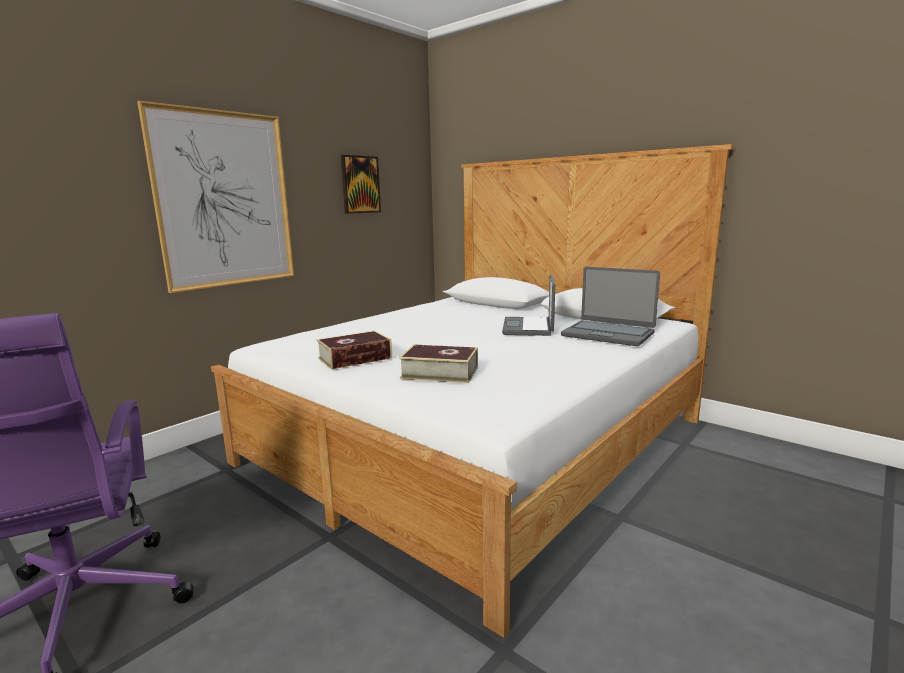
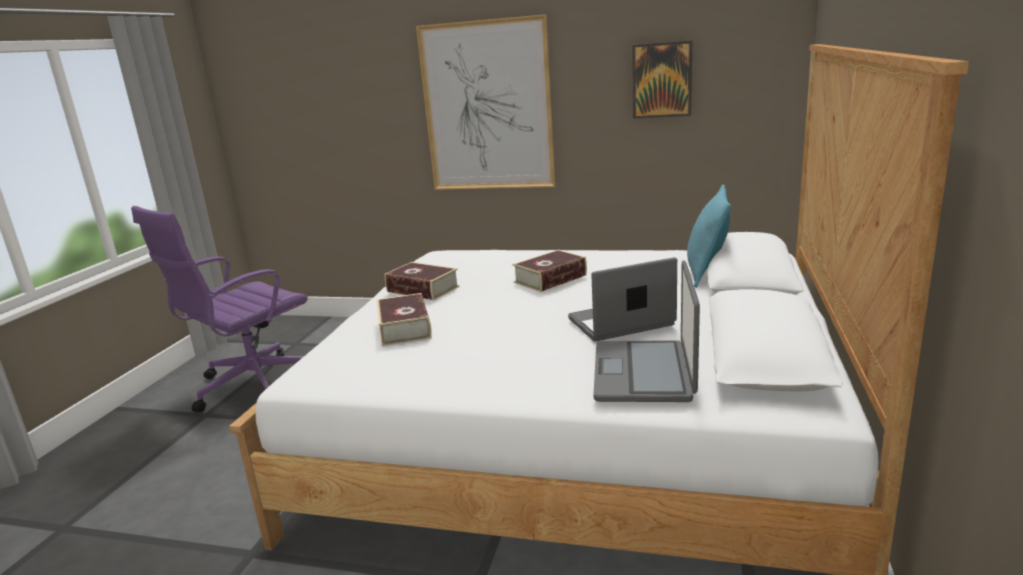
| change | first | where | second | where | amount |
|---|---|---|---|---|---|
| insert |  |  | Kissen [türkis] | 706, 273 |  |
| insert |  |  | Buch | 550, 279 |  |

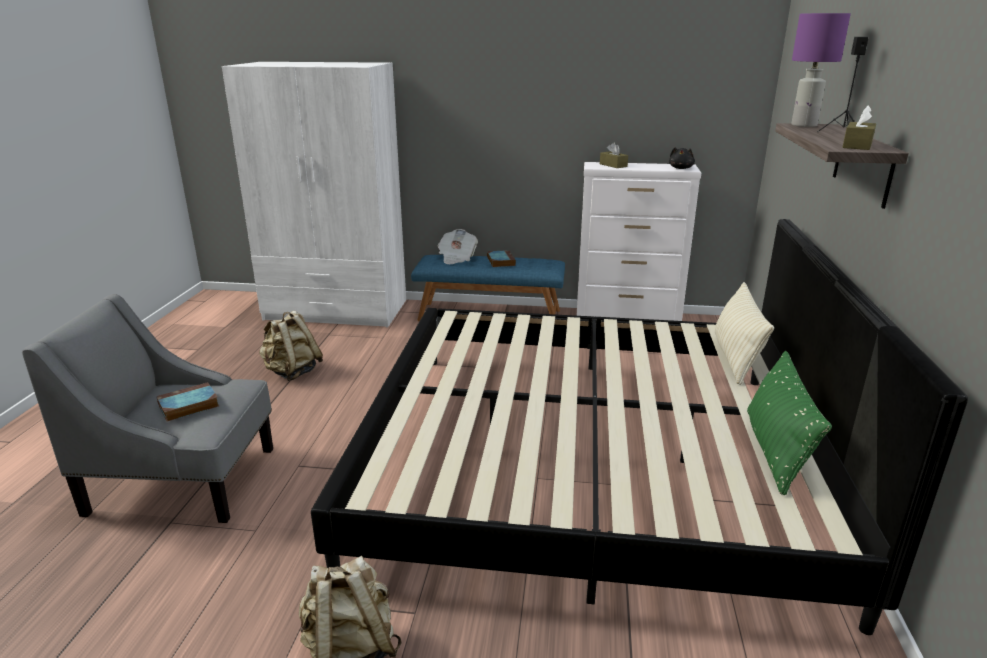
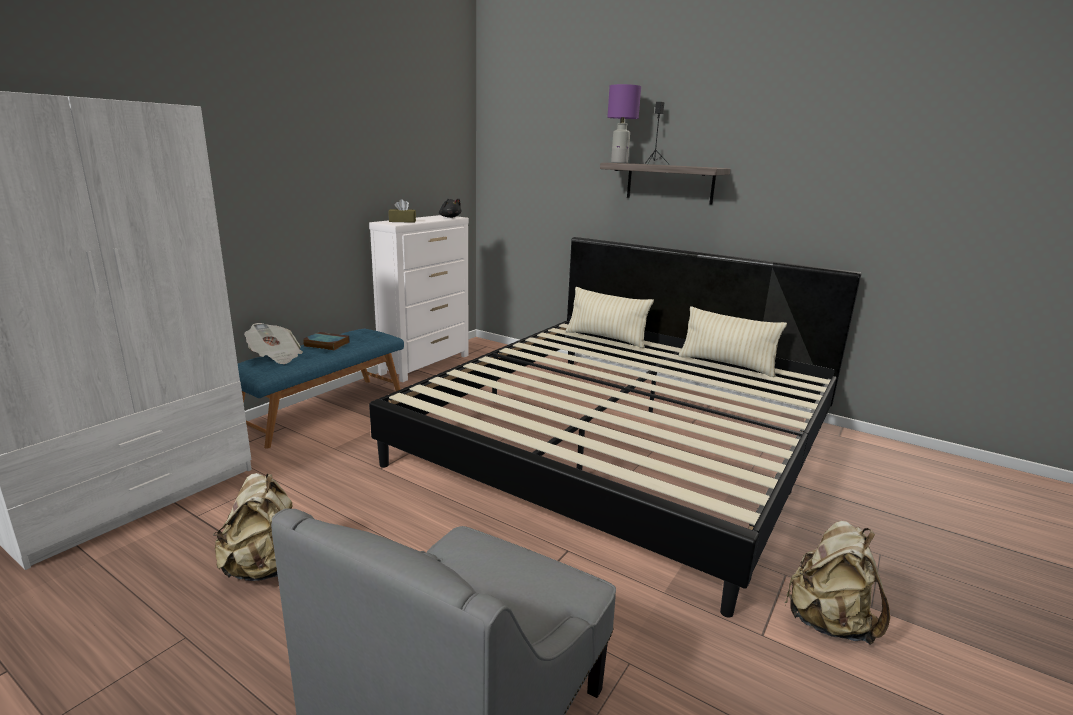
| change | first | where | second | where | amount |
|---|---|---|---|---|---|
| delete | Taschentuchbox [braun] | 857, 145 |  |  |  |
| recolor | Kissen [grün] | 775, 450 | Kissen [beige] | 726, 364 |  |
| delete | Buch | 187, 406 |  |  |  |

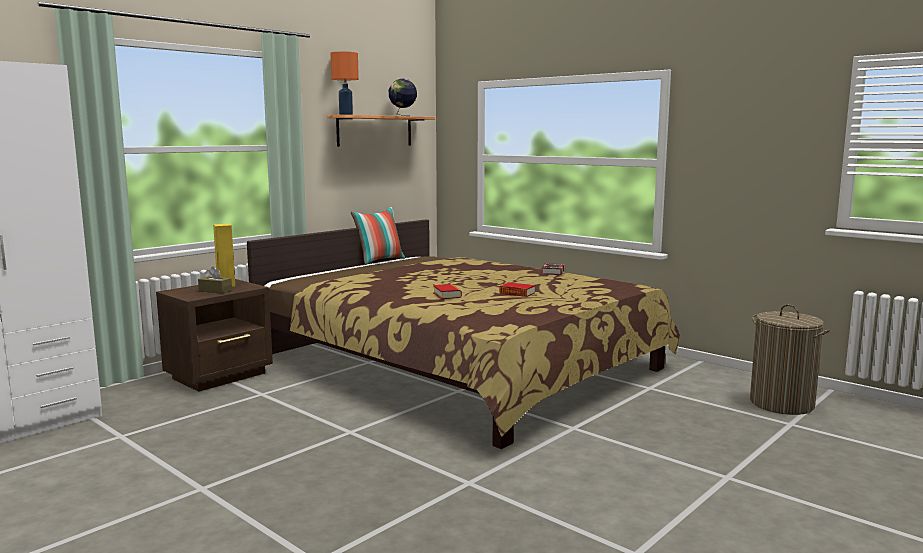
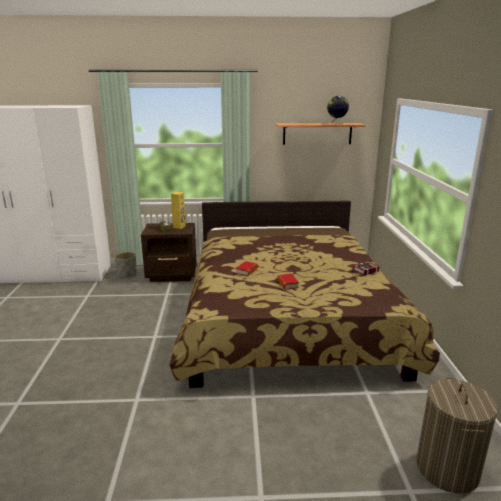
| change | first | where | second | where | amount |
|---|---|---|---|---|---|
| delete | Tischlampe [orange] | 345, 114 |  |  |  |
| delete | Kissen | 379, 261 |  |  |  |
| insert |  |  | Pflanzkübel [grau] | 127, 275 |  |

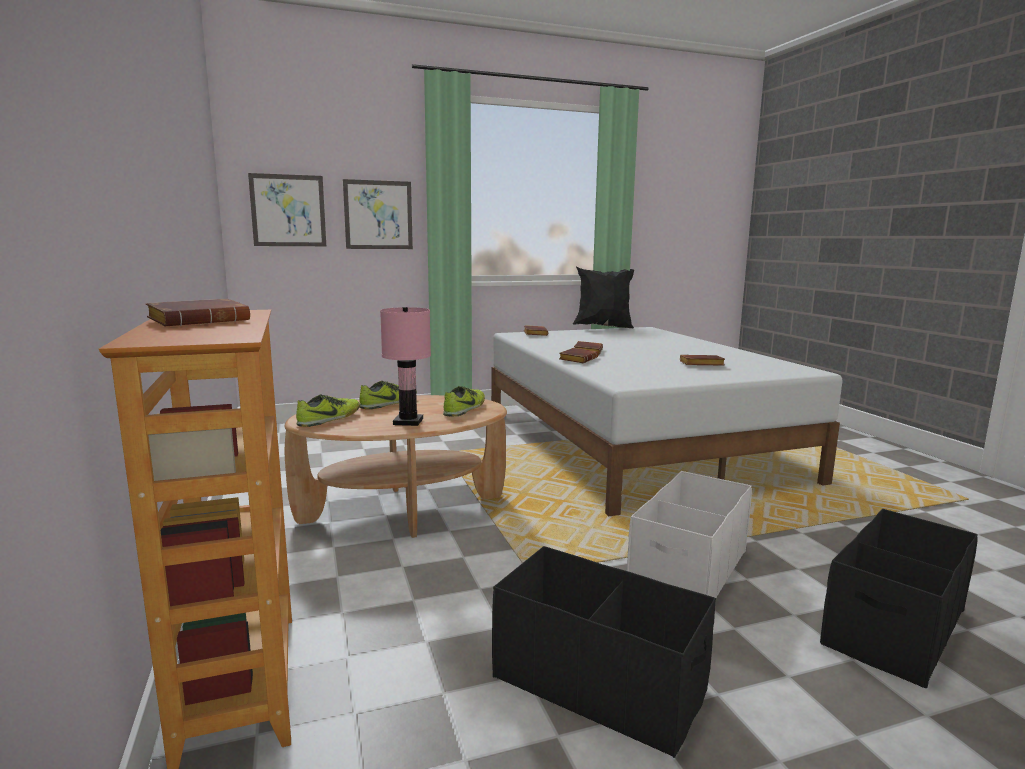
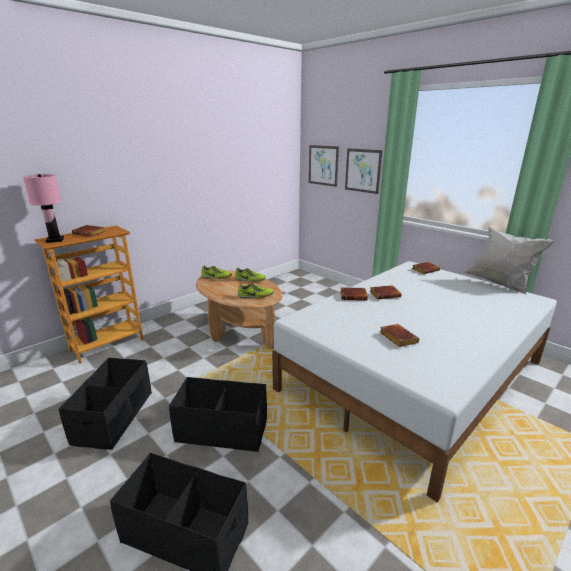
| change | first | where | second | where | amount |
|---|---|---|---|---|---|
| recolor | Kissen [schwarz] | 603, 328 | Kissen [weiß] | 499, 284 |  |
| move | Tischlampe [rosa] | 408, 421 |  | 55, 240 |  |
| recolor | Aufbewahrungsbox [weiß] | 688, 570 | Aufbewahrungsbox [schwarz] | 222, 430 |  |

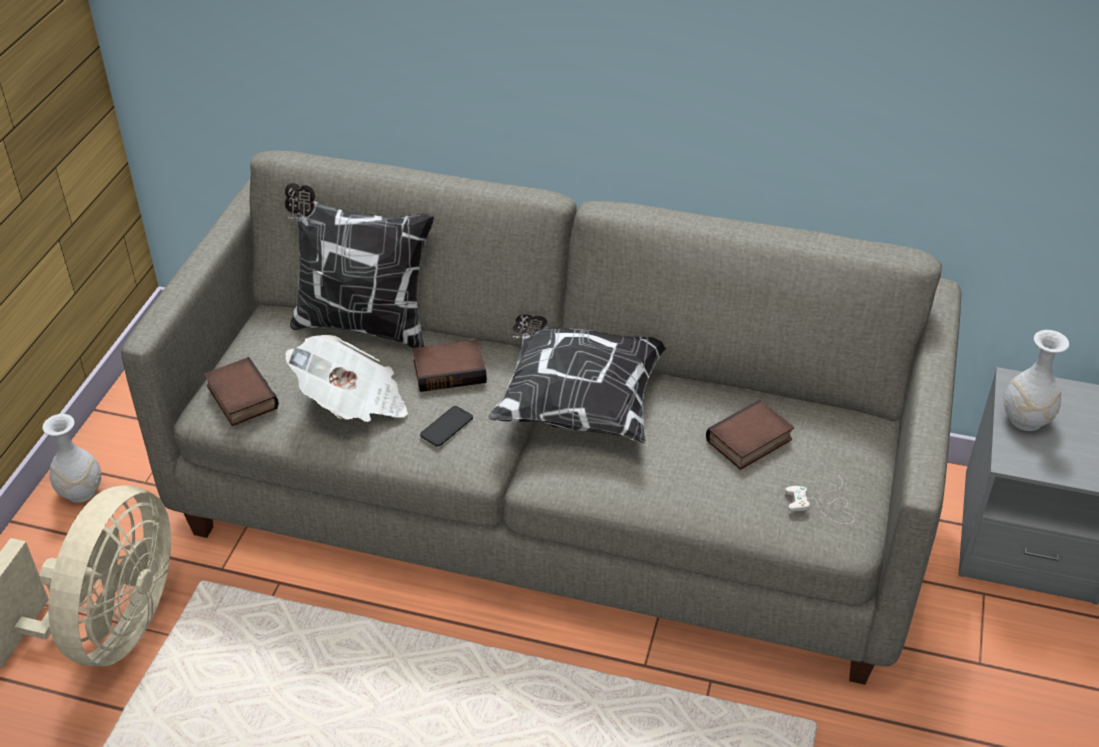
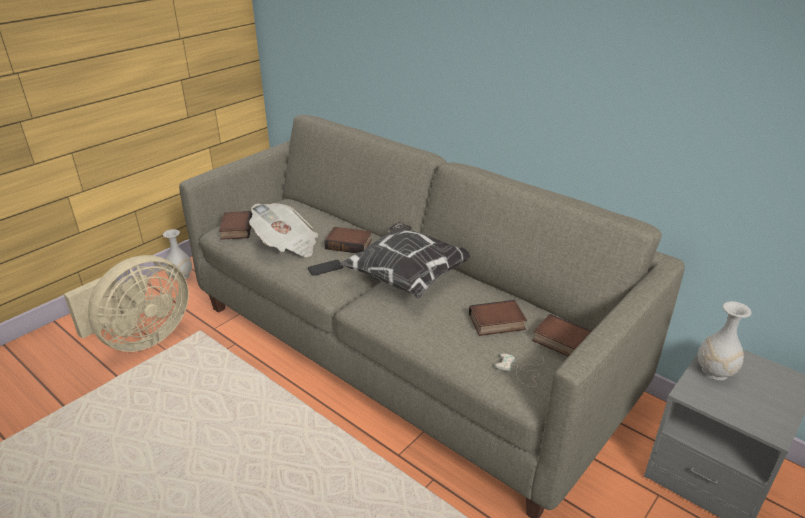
| change | first | where | second | where | amount |
|---|---|---|---|---|---|
| delete | Kissen | 362, 325 |  |  |  |
| insert |  |  | Buch | 561, 342 |  |

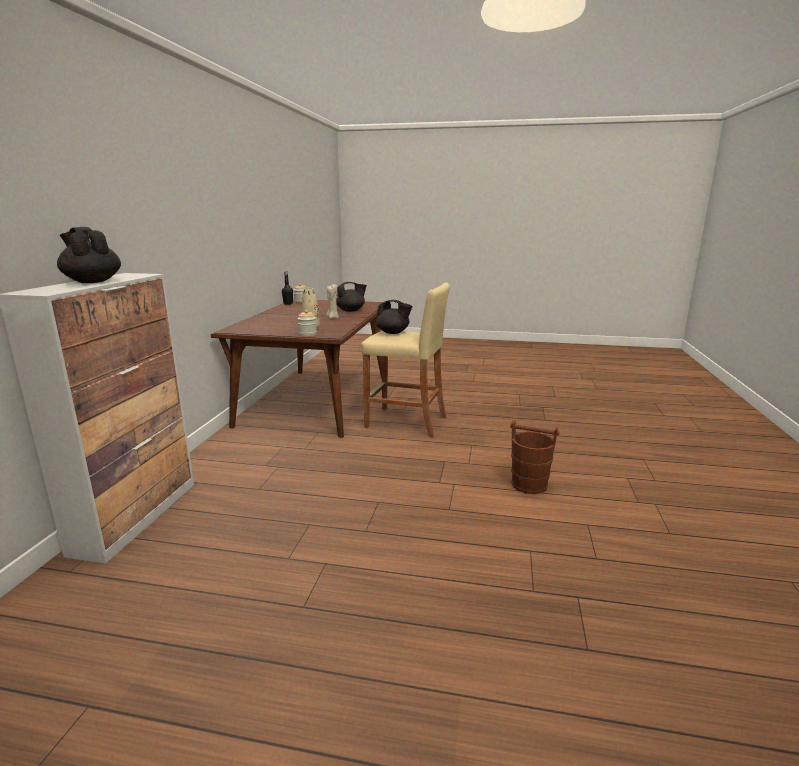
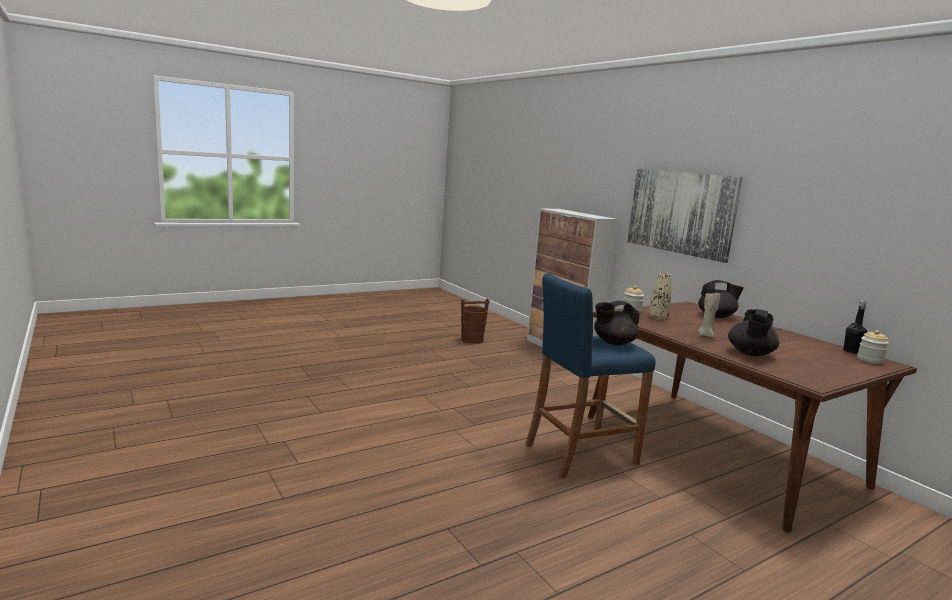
| change | first | where | second | where | amount |
|---|---|---|---|---|---|
| move | Teekanne [schwarz] | 92, 282 |  | 716, 316 |  |
| recolor | Hocker [beige] | 406, 422 | Hocker [blau] | 581, 454 |  |
| move | Eimer [braun] | 529, 485 |  | 472, 340 |  |
| insert |  |  | Bild | 681, 212 |  |

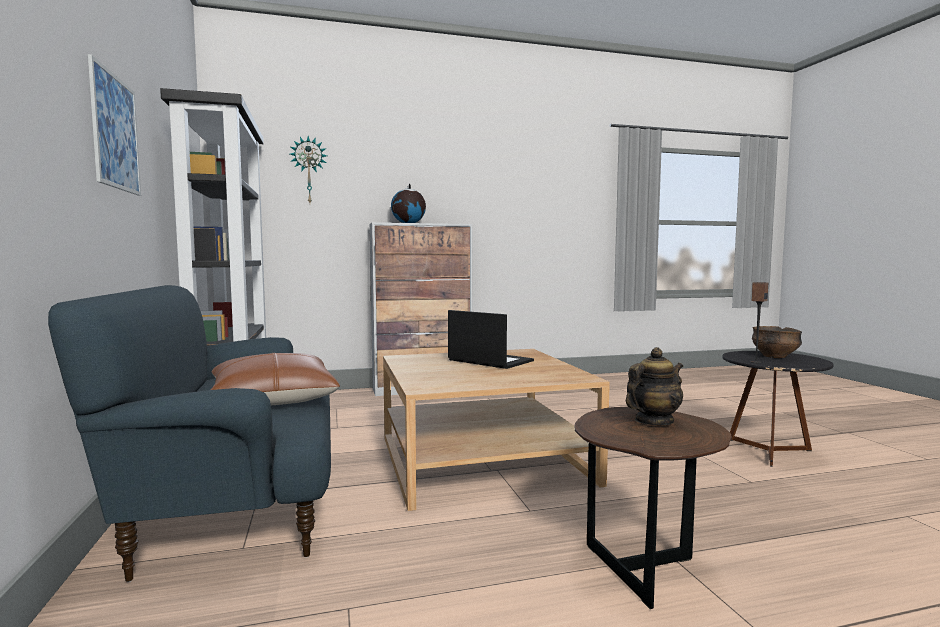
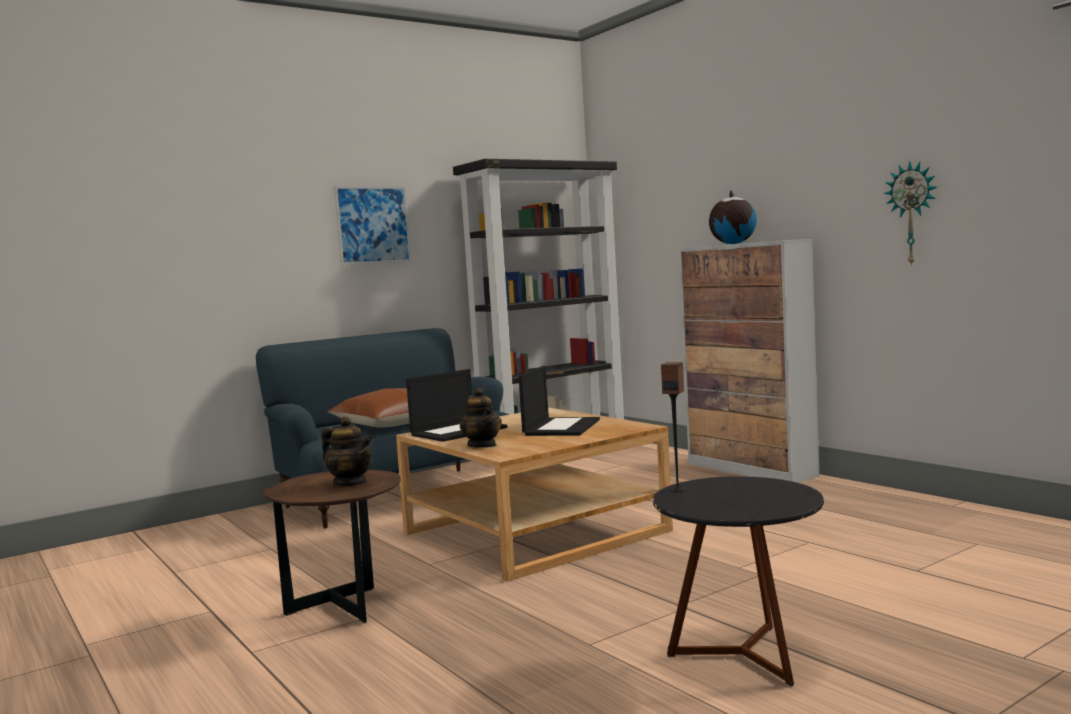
| change | first | where | second | where | amount |
|---|---|---|---|---|---|
| move | Wanduhr | 309, 170 |  | 913, 213 |  |
| delete | Schüssel | 775, 356 |  |  |  |
| insert |  |  | Laptop | 459, 431 |  |
| insert |  |  | Teekanne | 482, 445 |  |

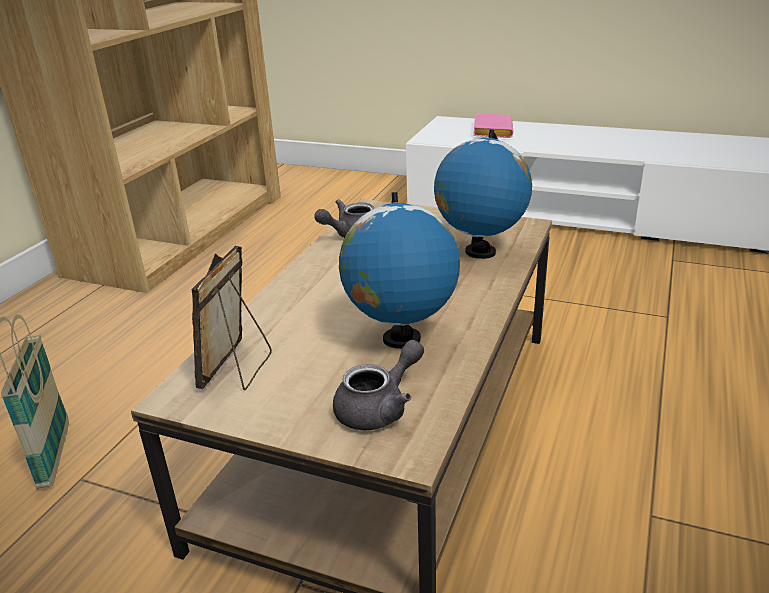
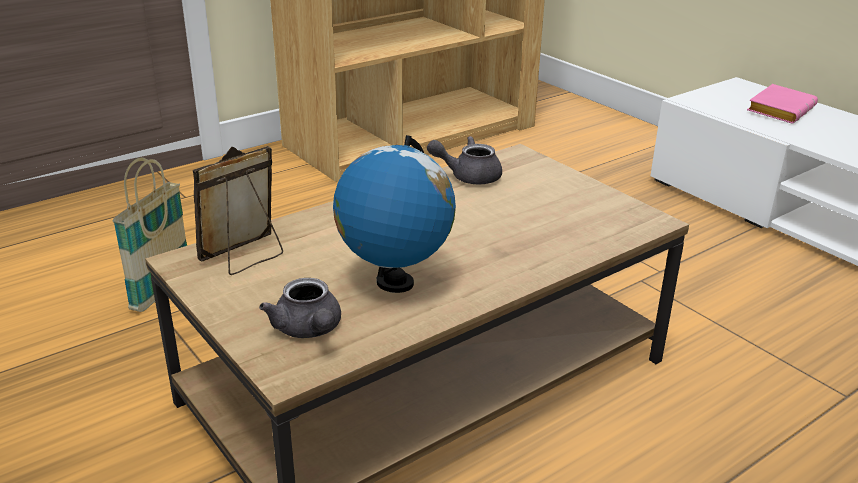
| change | first | where | second | where | amount |
|---|---|---|---|---|---|
| delete | Globus | 480, 252 |  |  |  |
| rotate | Teekanne [grau] | 380, 408 |  | 309, 330 | 75 degrees clockwise |

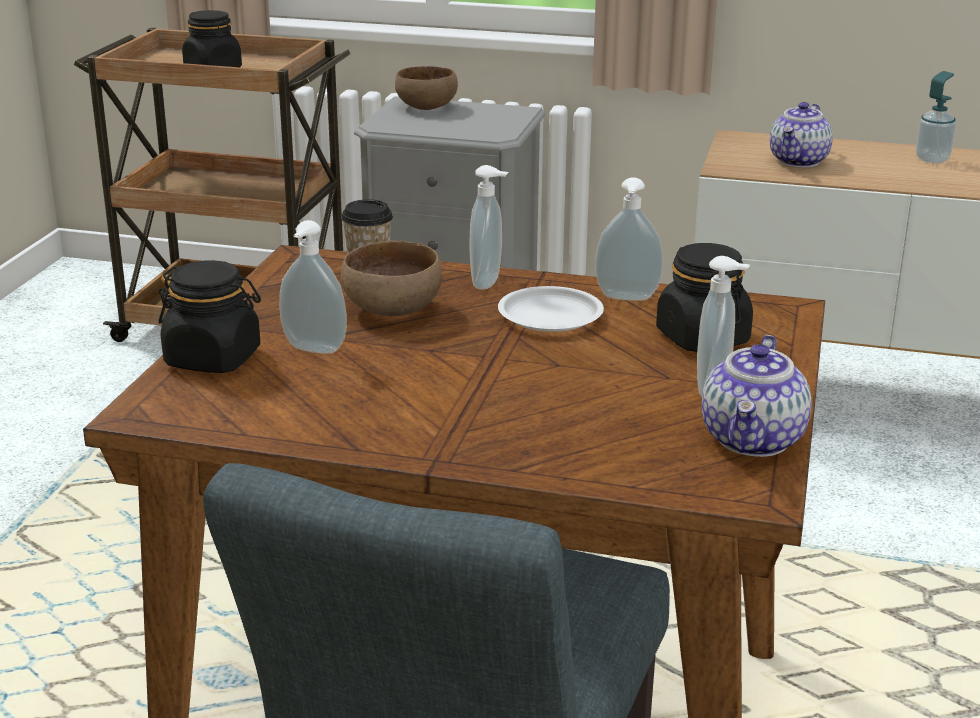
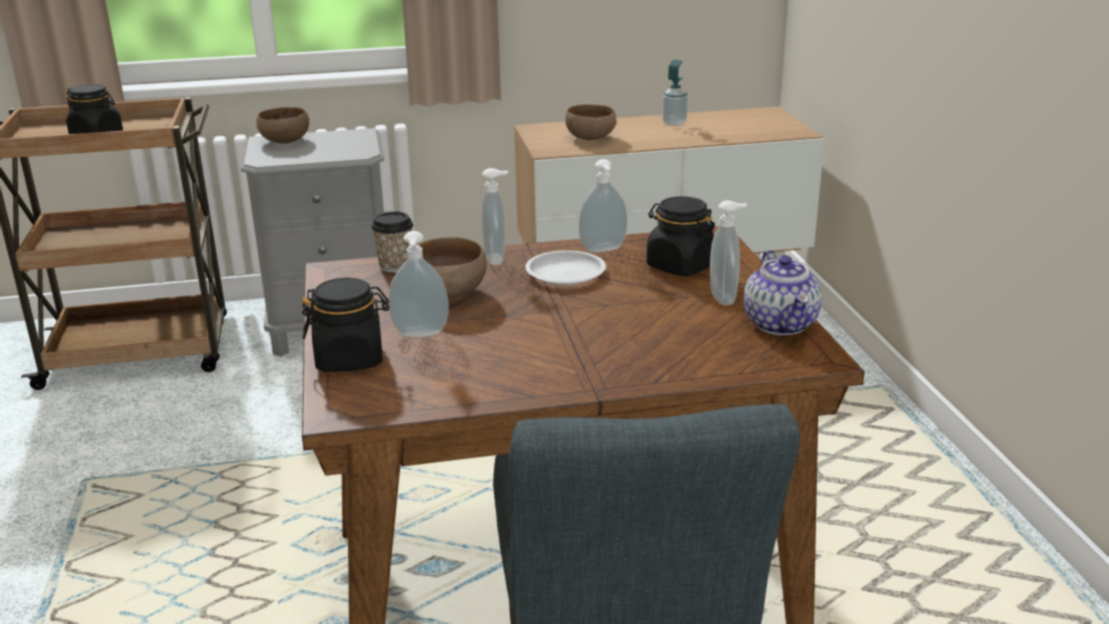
| change | first | where | second | where | amount |
|---|---|---|---|---|---|
| replace | Teekanne | 799, 161 | Schüssel [braun] | 591, 138 |  |

